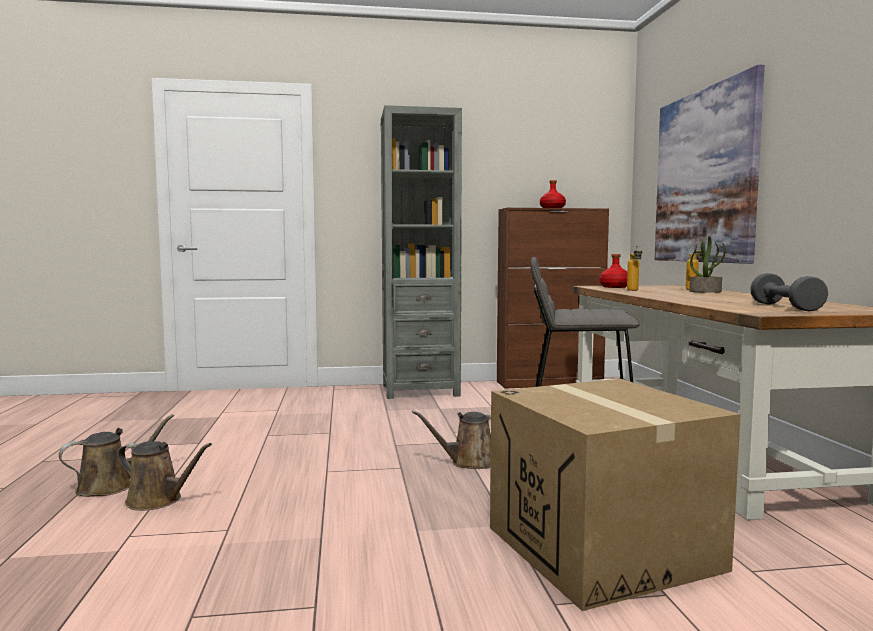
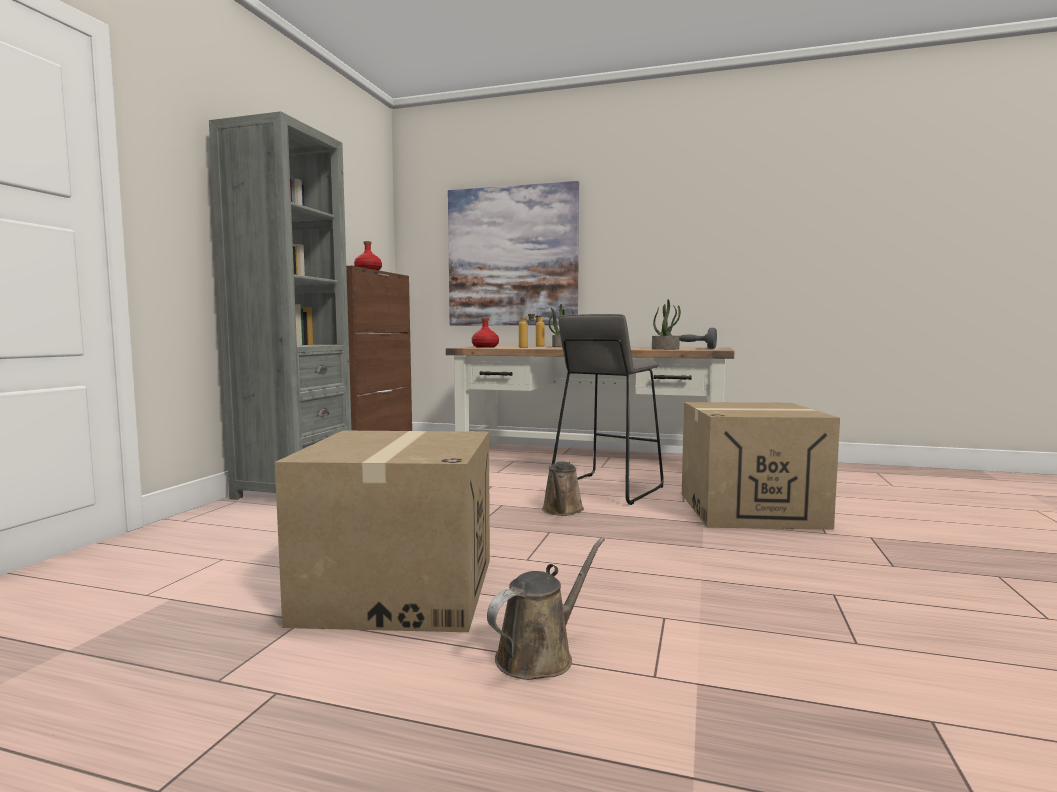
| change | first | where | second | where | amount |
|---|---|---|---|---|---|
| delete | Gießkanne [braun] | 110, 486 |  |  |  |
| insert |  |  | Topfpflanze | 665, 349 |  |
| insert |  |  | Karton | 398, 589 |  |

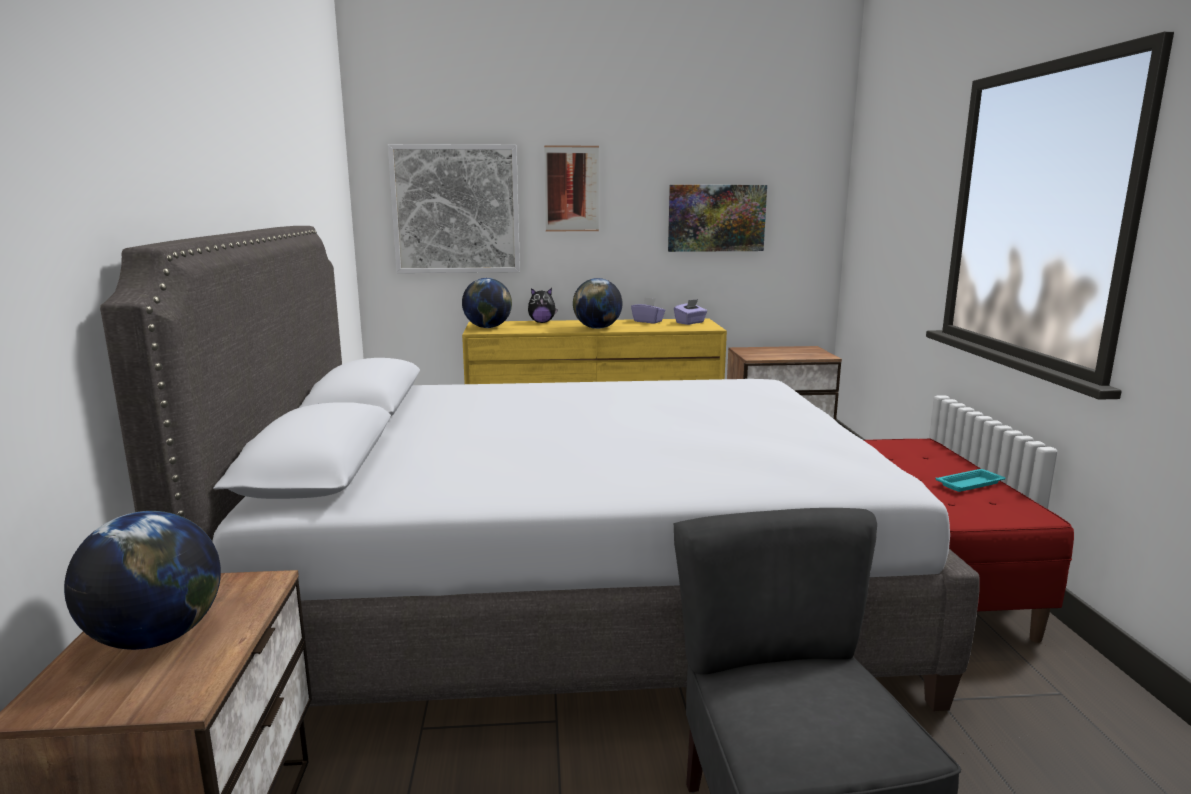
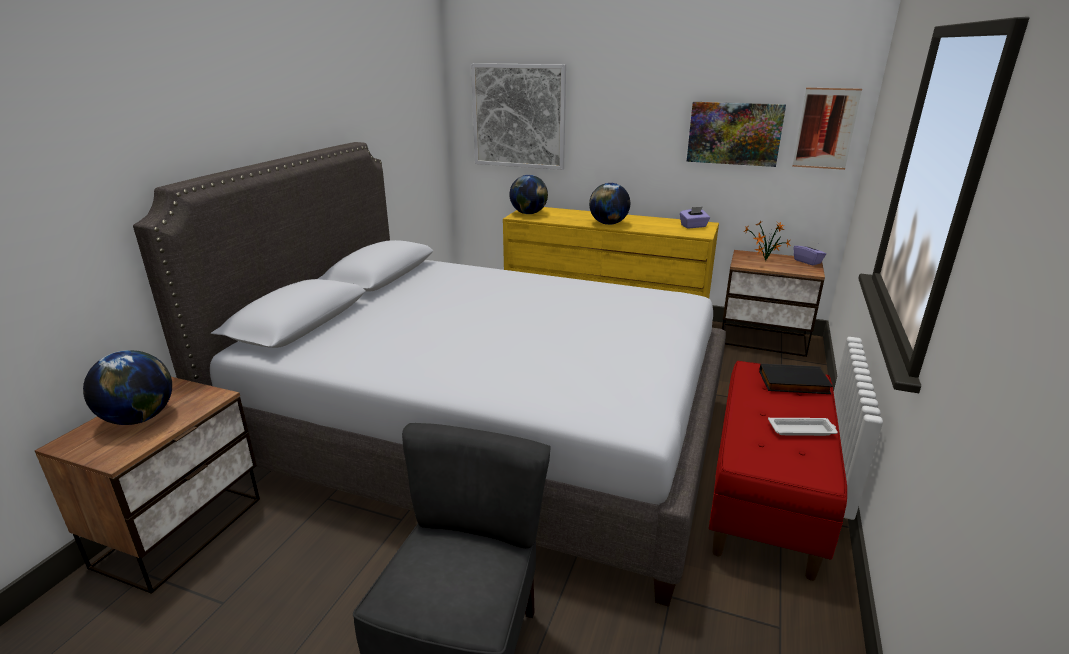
| change | first | where | second | where | amount |
|---|---|---|---|---|---|
| move | Bild | 571, 189 |  | 825, 129 |  |
| delete | Plüschtier | 542, 322 |  |  |  |
| move | Taschentuchbox [lila] | 648, 321 |  | 807, 261 |  |
| recolor | Tablett [türkis] | 970, 484 | Tablett [weiß] | 802, 430 |  |
| insert |  |  | Topfpflanze | 764, 261 |  |
| insert |  |  | Buch [schwarz] | 793, 383 |  |

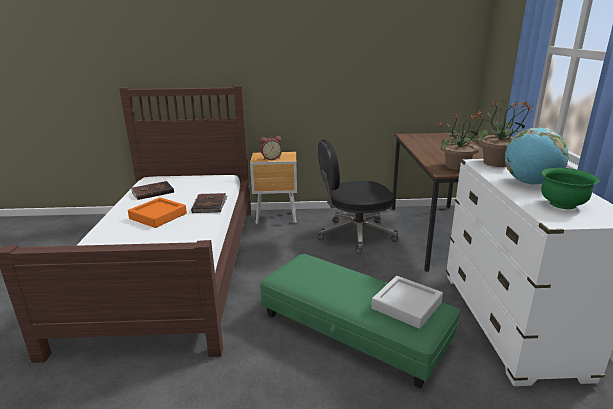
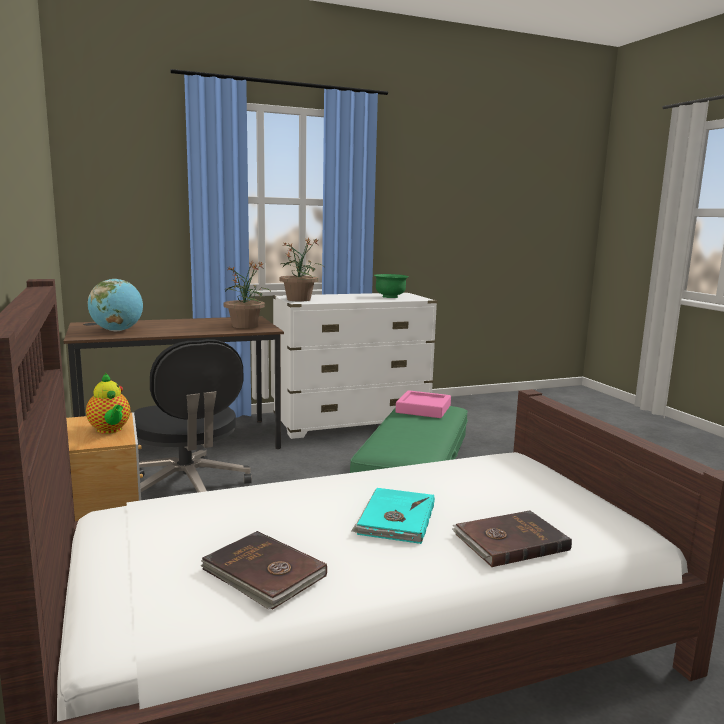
| change | first | where | second | where | amount |
|---|---|---|---|---|---|
| move | Globus | 530, 183 |  | 117, 331 |  |
| replace | Wecker | 271, 158 | Teekanne | 110, 430 |  |
| move | Buch [braun] | 210, 204 |  | 509, 541 |  |
| replace | Tablett [orange] | 158, 216 | Buch [türkis] | 395, 519 |  |
| recolor | Tablett [grau] | 406, 305 | Tablett [rosa] | 423, 409 |  |

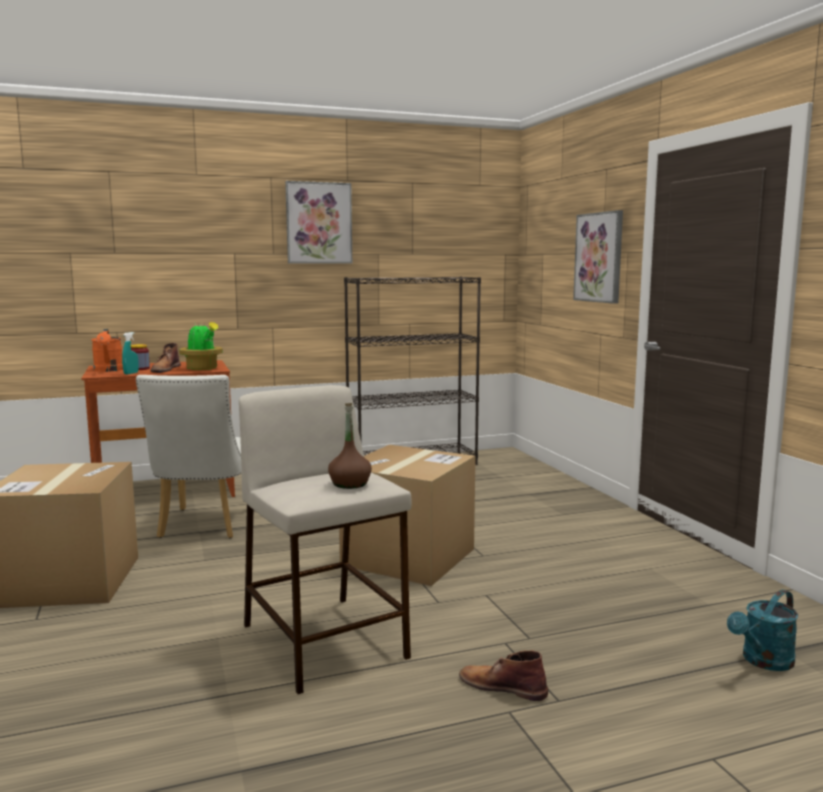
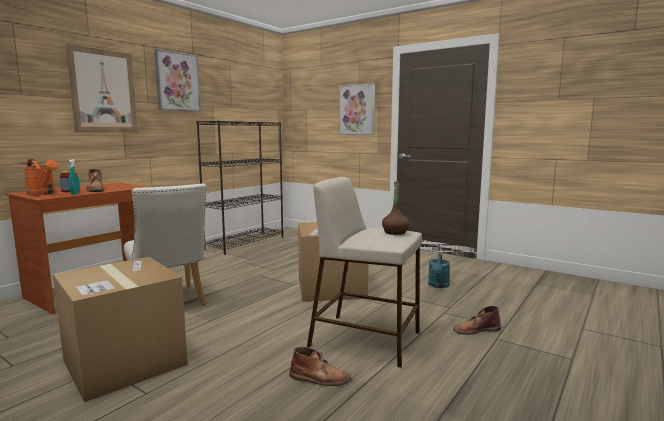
| change | first | where | second | where | amount |
|---|---|---|---|---|---|
| delete | Topfpflanze | 203, 369 |  |  |  |
| move | Gießkanne [türkis] | 763, 661 |  | 438, 285 |  |
| insert |  |  | Bild | 103, 91 |  |
| insert |  |  | Stiefel [braun] | 320, 378 |  |

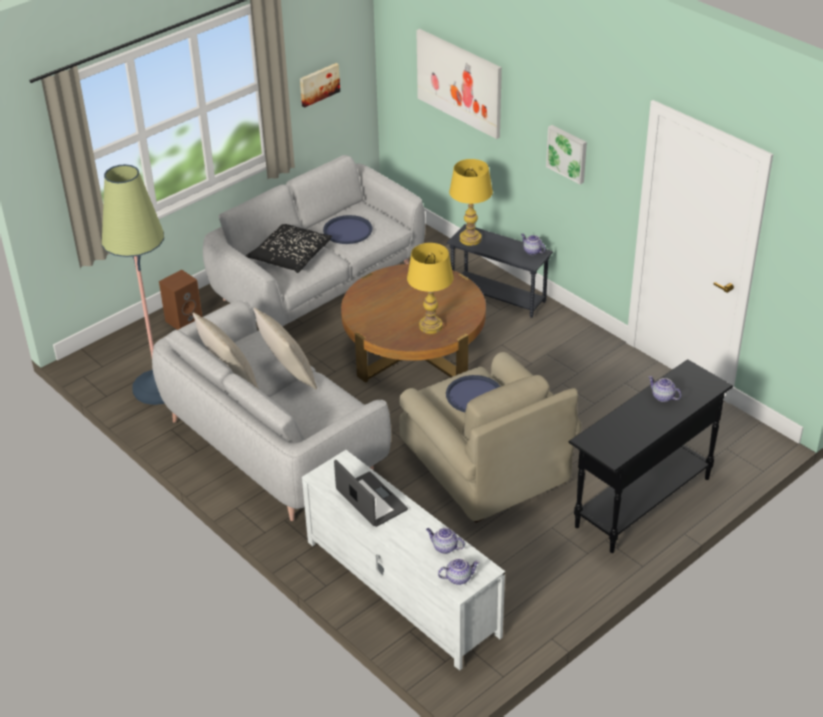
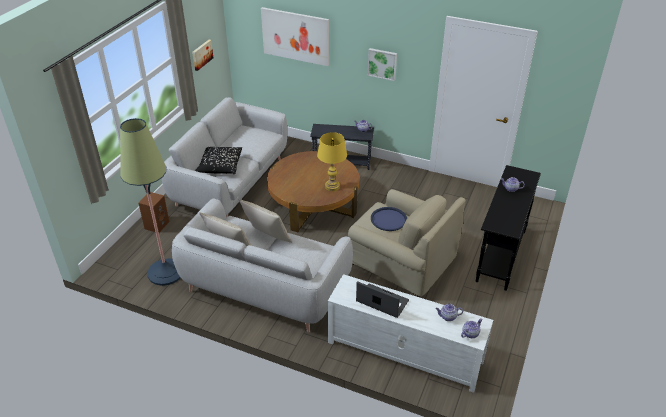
| change | first | where | second | where | amount |
|---|---|---|---|---|---|
| delete | Tischlampe [gelb] | 470, 239 |  |  |  |
| delete | Tablett [blau] | 348, 230 |  |  |  |

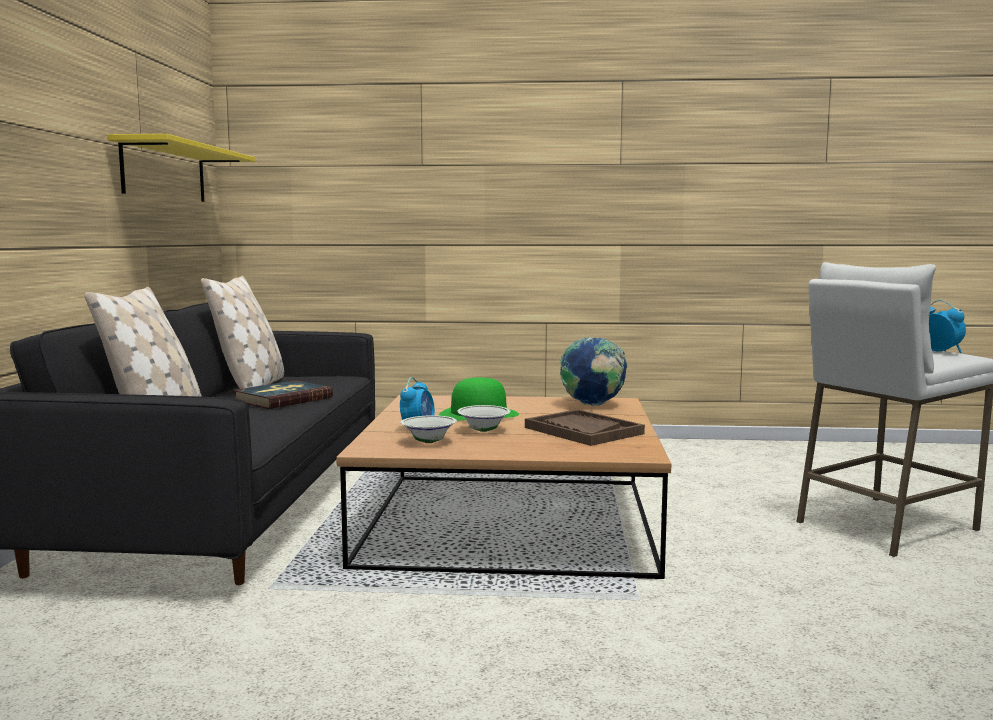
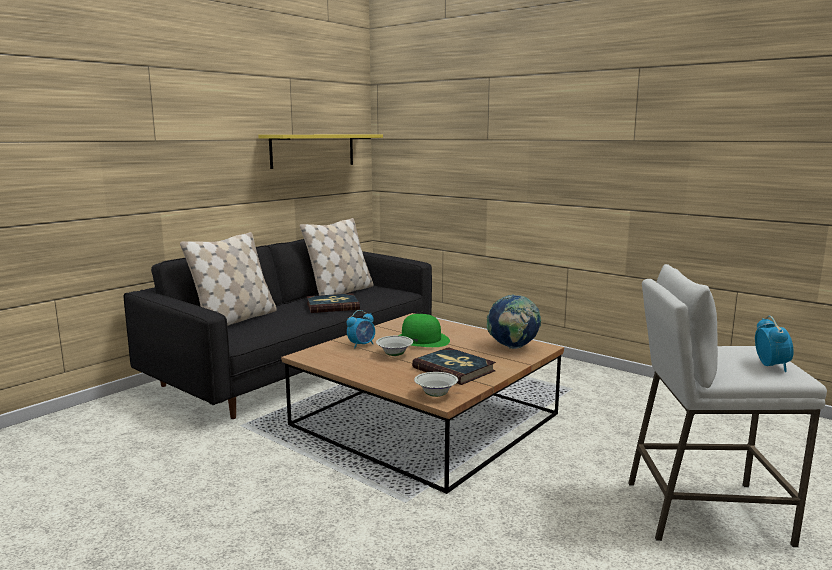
| change | first | where | second | where | amount |
|---|---|---|---|---|---|
| replace | Tablett [braun] | 583, 430 | Buch | 454, 369 |  |
| move | Schüssel [weiß] | 429, 442 |  | 436, 395 |  |

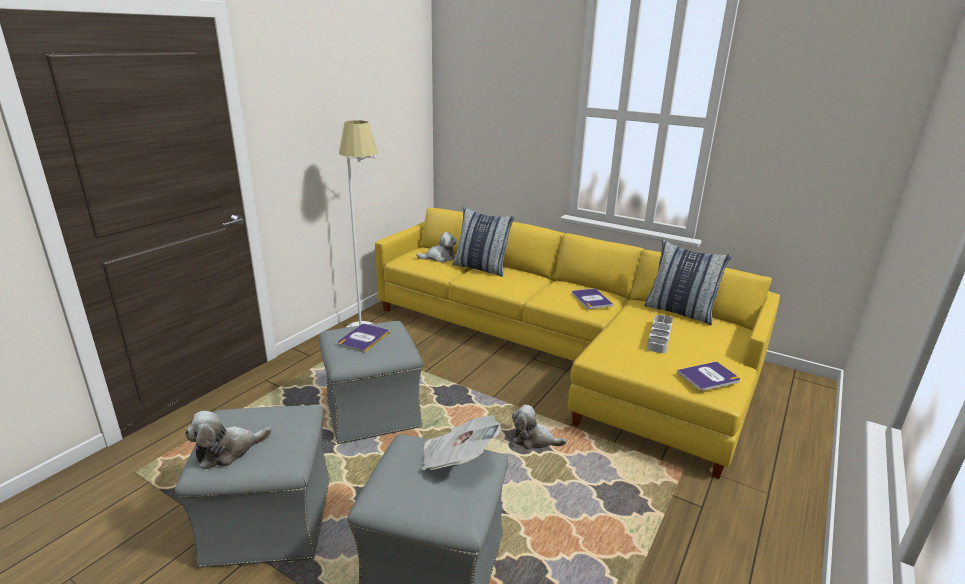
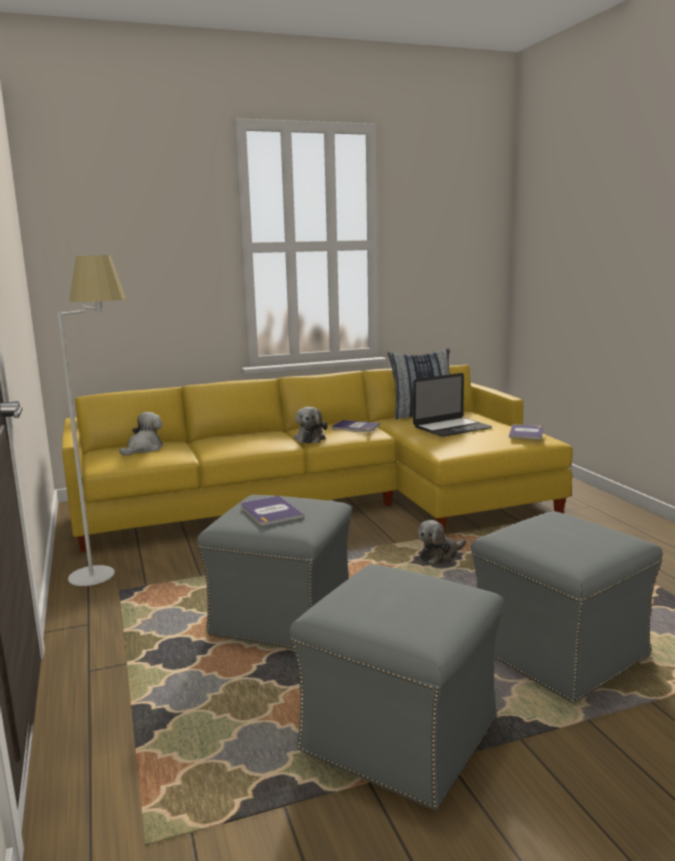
| change | first | where | second | where | amount |
|---|---|---|---|---|---|
| delete | Kissen | 481, 268 |  |  |  |
| replace | Tablett [grau] | 659, 336 | Laptop | 452, 427 |  |
| move | Plüschtier | 228, 451 |  | 310, 438 |  |
| delete | Zeitung | 458, 459 |  |  |  |

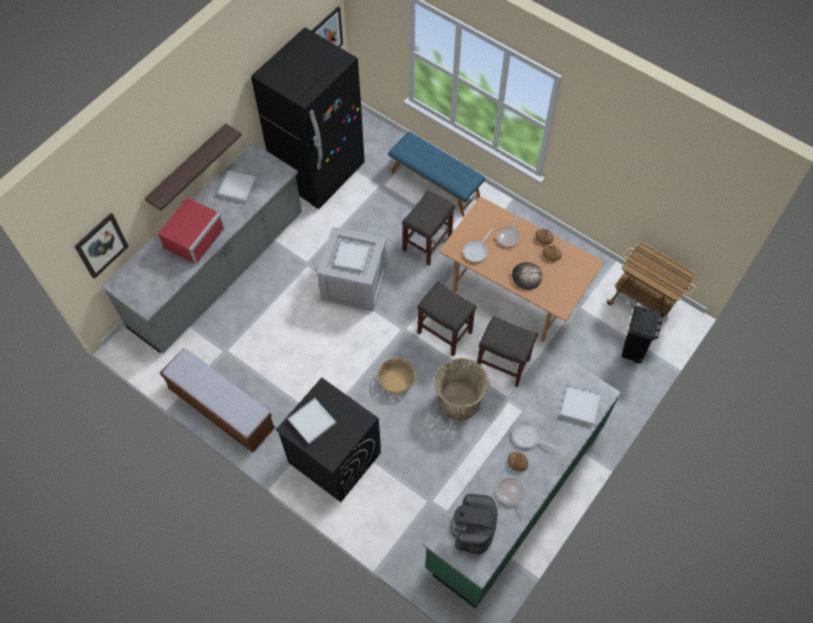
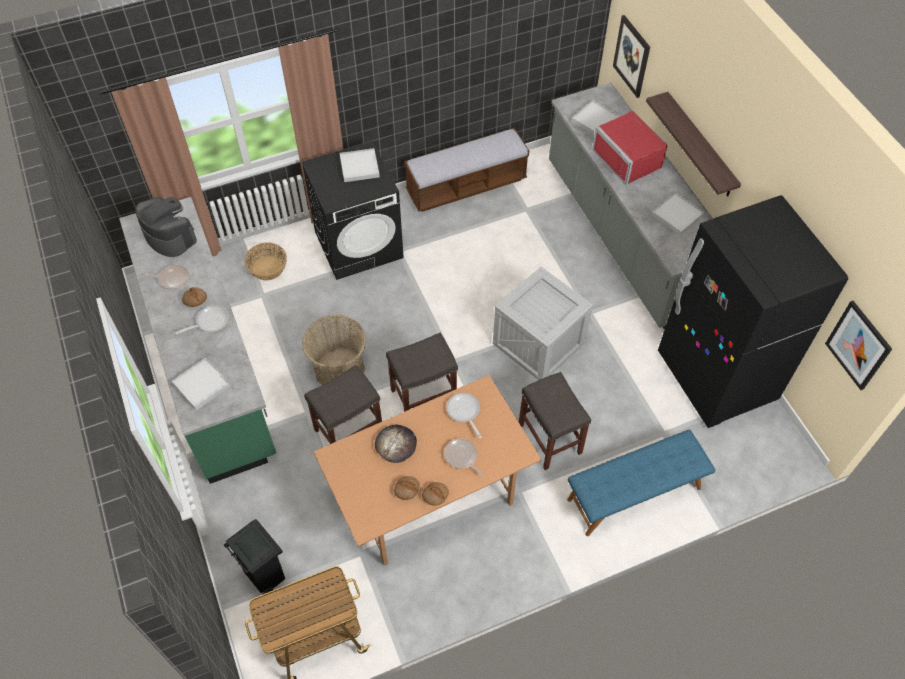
| change | first | where | second | where | amount |
|---|---|---|---|---|---|
| move | Tablett [weiß] | 352, 257 |  | 595, 120 |  |
| move | Korb | 396, 381 |  | 267, 268 |  |

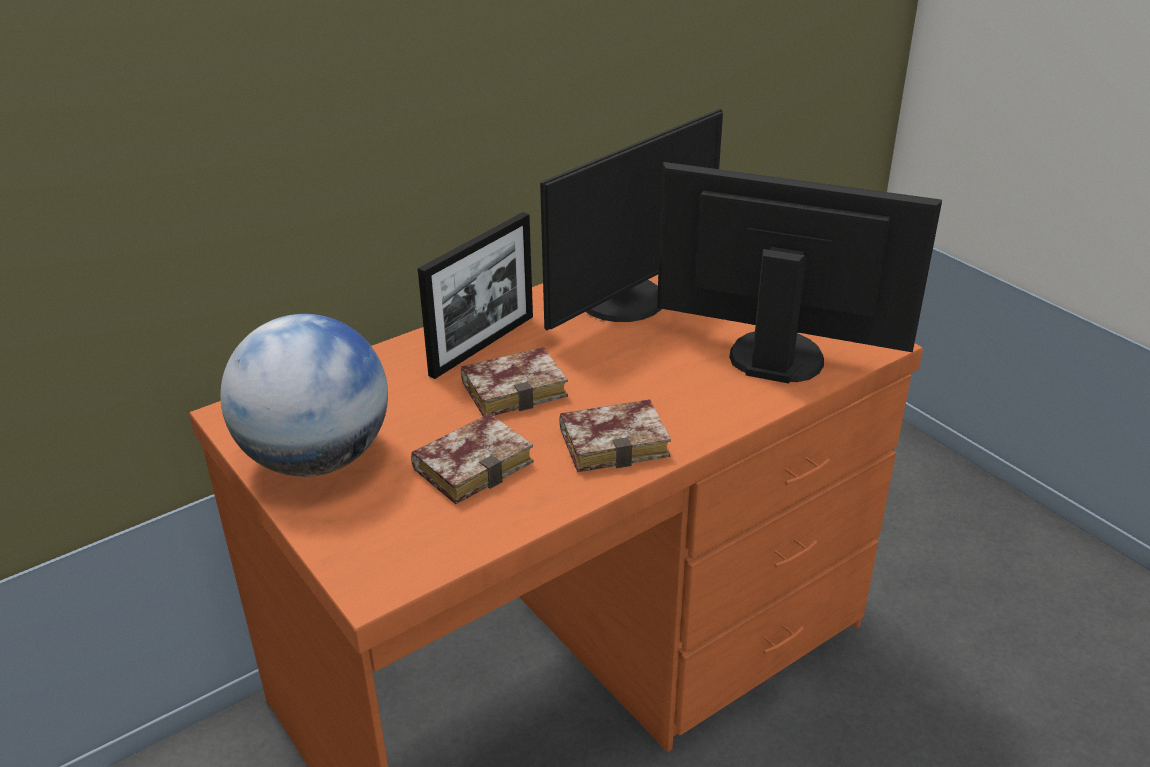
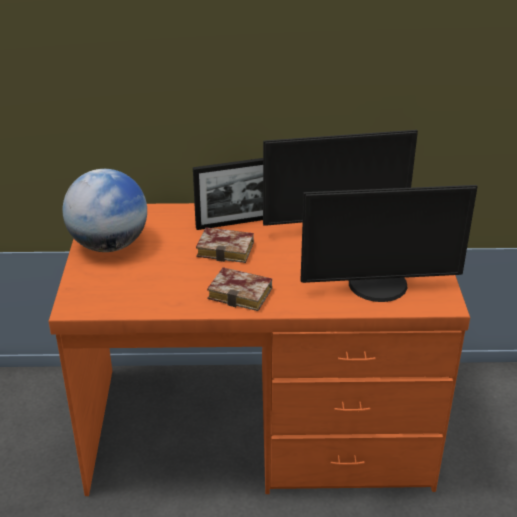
| change | first | where | second | where | amount |
|---|---|---|---|---|---|
| rotate | Monitor | 777, 355 |  | 378, 286 | 120 degrees clockwise |
| delete | Buch | 475, 463 |  |  |  |

